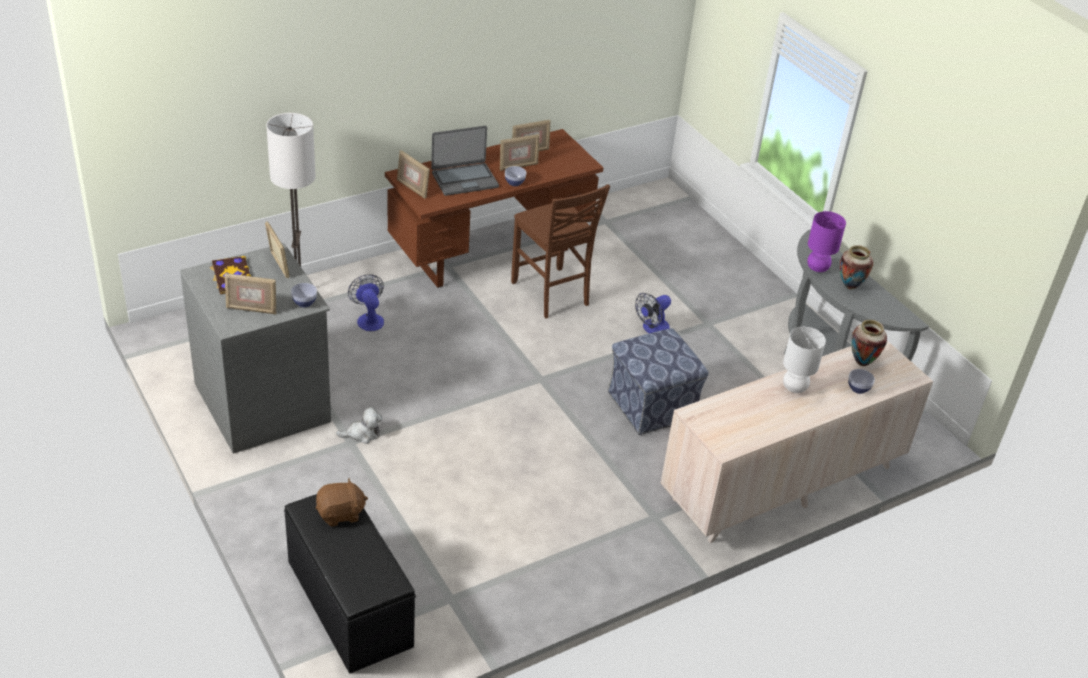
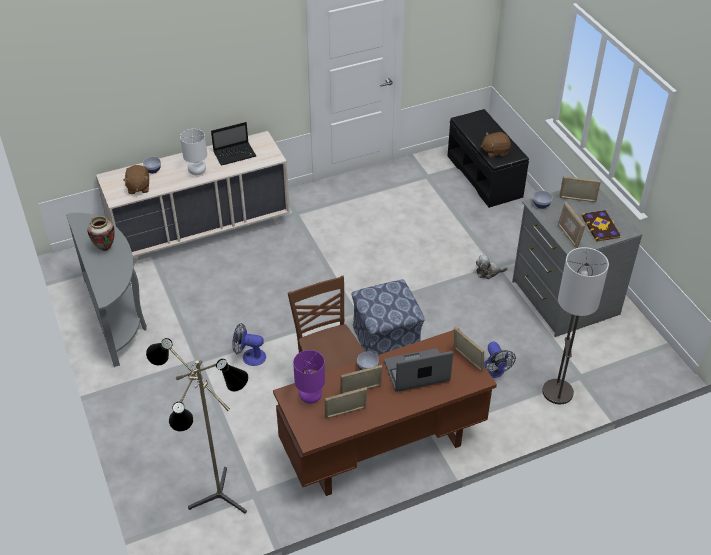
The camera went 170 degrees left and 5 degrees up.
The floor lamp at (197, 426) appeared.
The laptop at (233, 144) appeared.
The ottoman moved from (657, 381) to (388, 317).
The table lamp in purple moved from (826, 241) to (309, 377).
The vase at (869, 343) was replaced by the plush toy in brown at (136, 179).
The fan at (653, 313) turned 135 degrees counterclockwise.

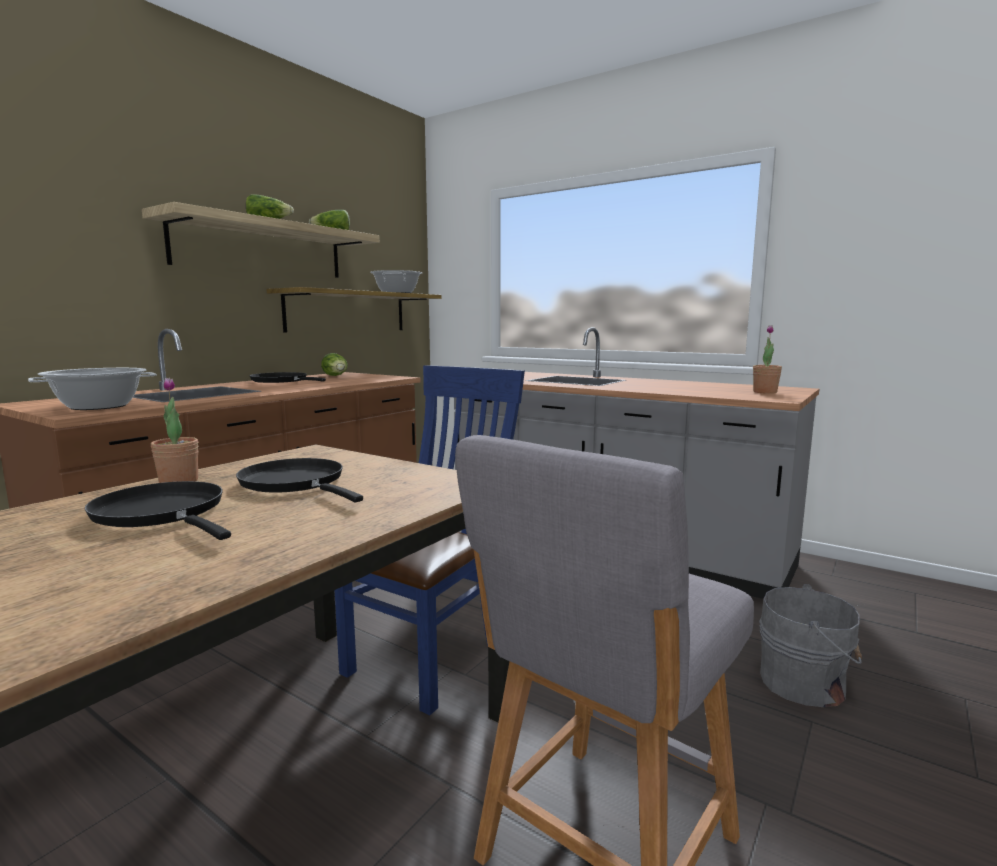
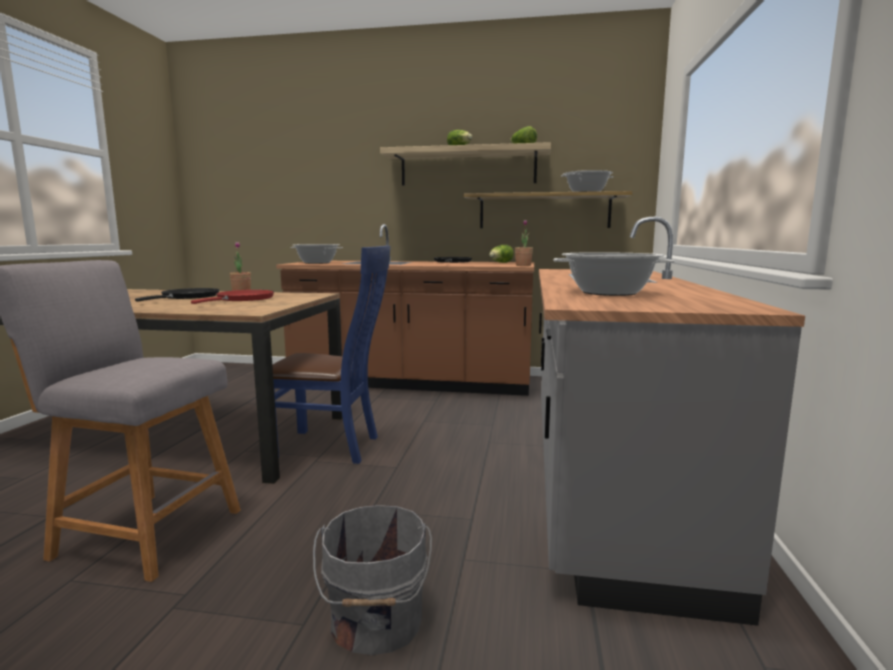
The camera went 65 degrees right and 0 degrees up.
The cooking pot at (614, 274) appeared.
The potted plant moved from (767, 359) to (524, 243).
The frying pan in black at (299, 480) became the frying pan in red at (232, 297).

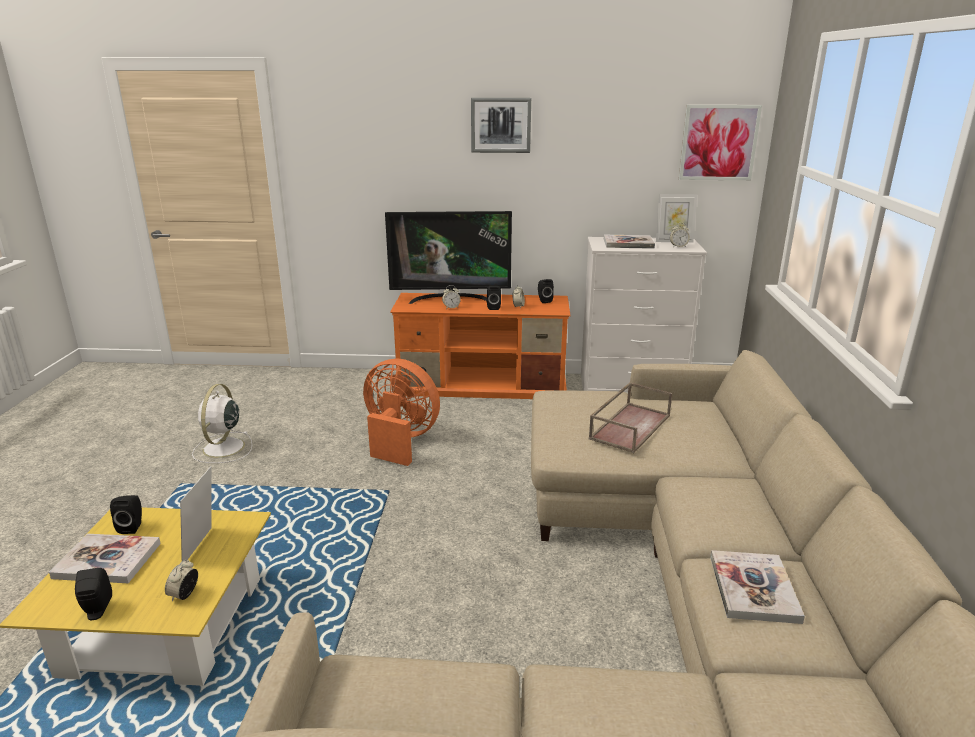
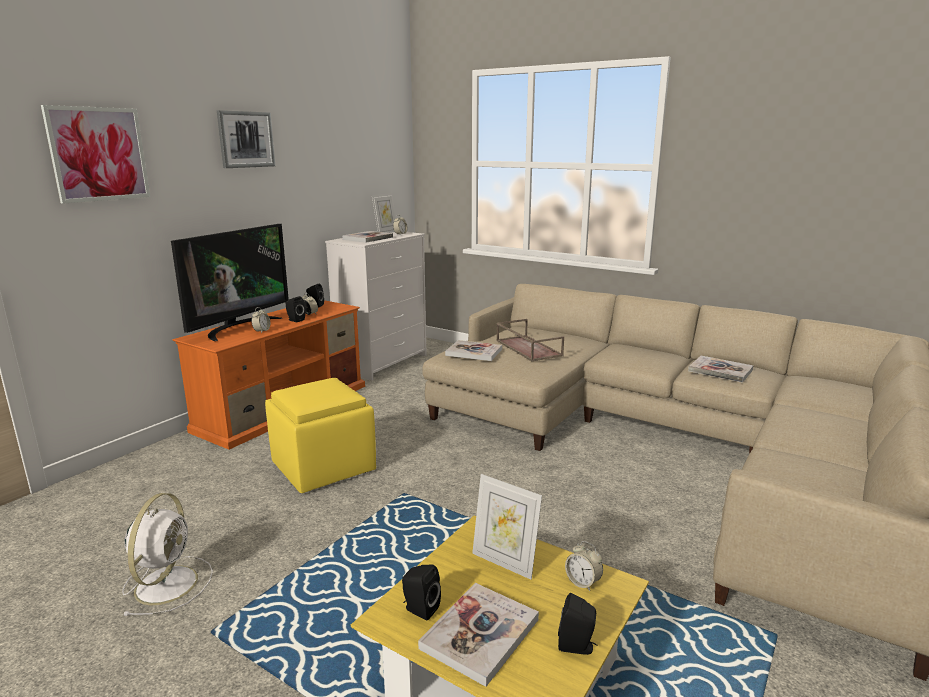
The camera went 60 degrees left and 5 degrees down.
The book at (473, 350) appeared.
The picture moved from (720, 142) to (95, 154).
The fan in orange at (401, 412) was replaced by the ottoman in yellow at (320, 435).
The fan in white at (222, 423) turned 120 degrees counterclockwise.

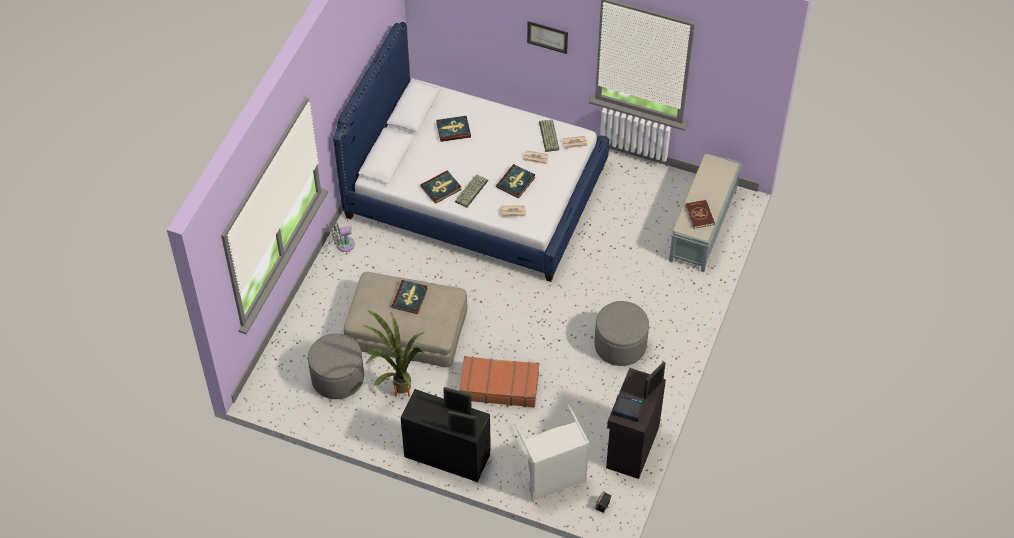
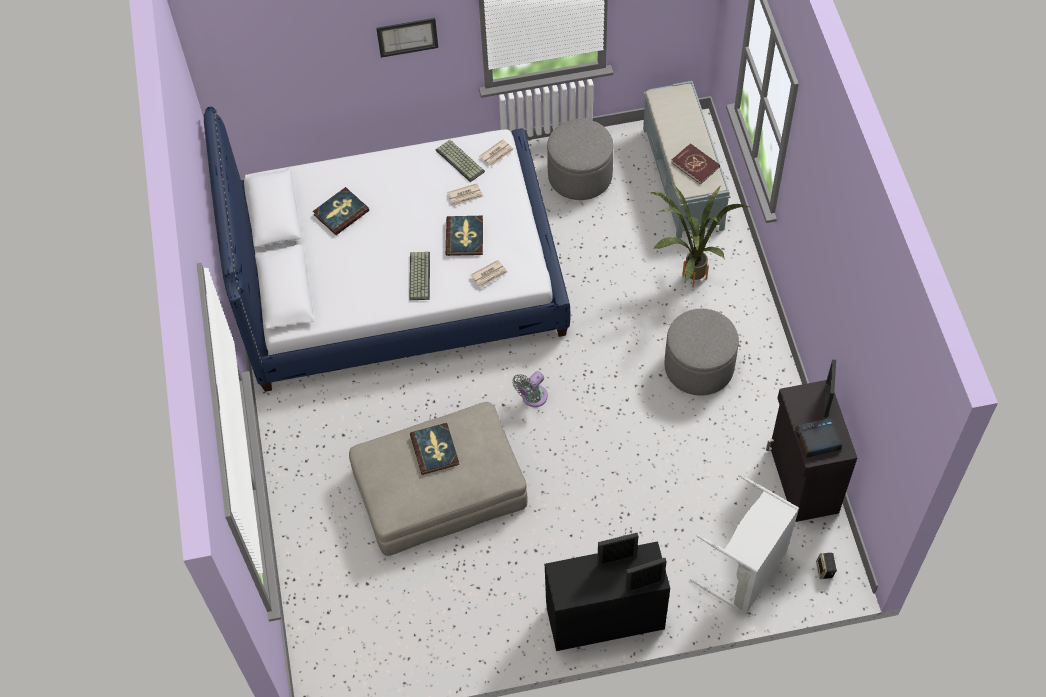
The camera went 30 degrees left and 5 degrees up.
The book at (441, 187) disappeared.
The suitcase in brown at (499, 382) disappeared.
The ottoman in grey moved from (336, 366) to (580, 159).
The fan in grey moved from (343, 236) to (530, 389).
The potted plant moved from (394, 353) to (699, 235).

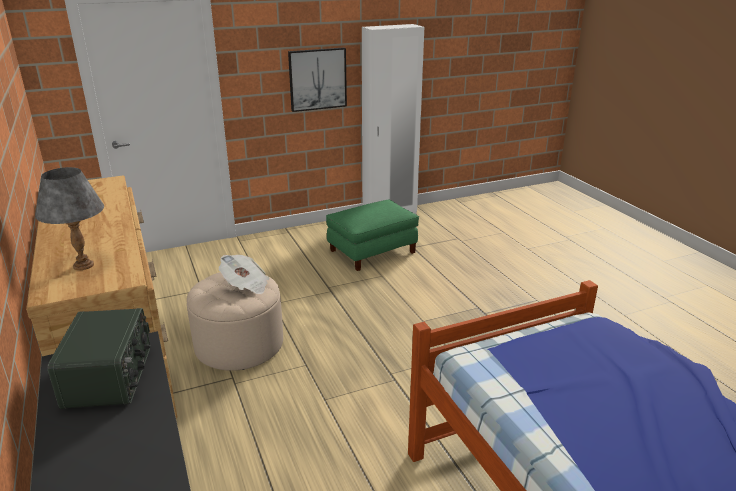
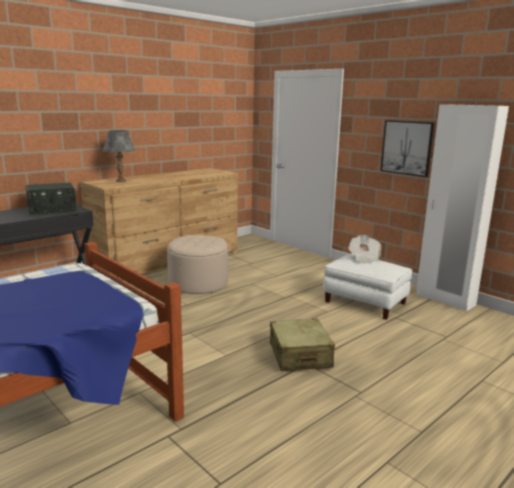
The camera went 70 degrees right and 10 degrees down.
The suitcase in beige at (302, 344) appeared.
The newspaper moved from (244, 274) to (364, 249).
The ottoman in green at (372, 235) became the ottoman in white at (367, 287).

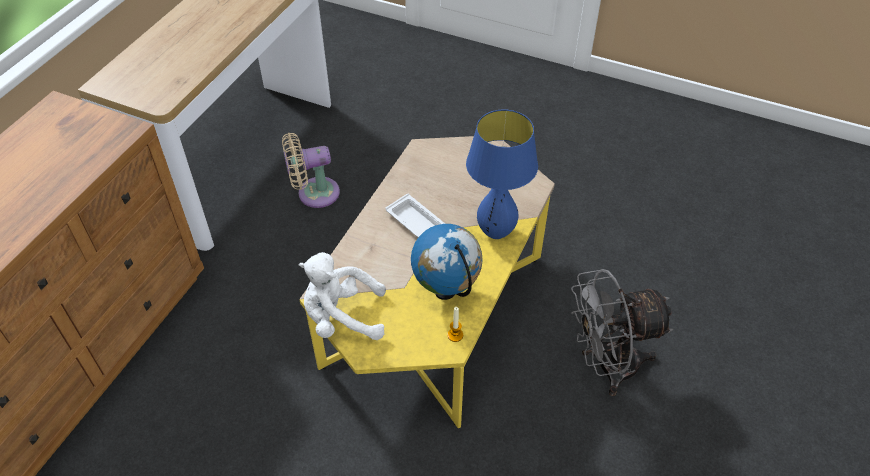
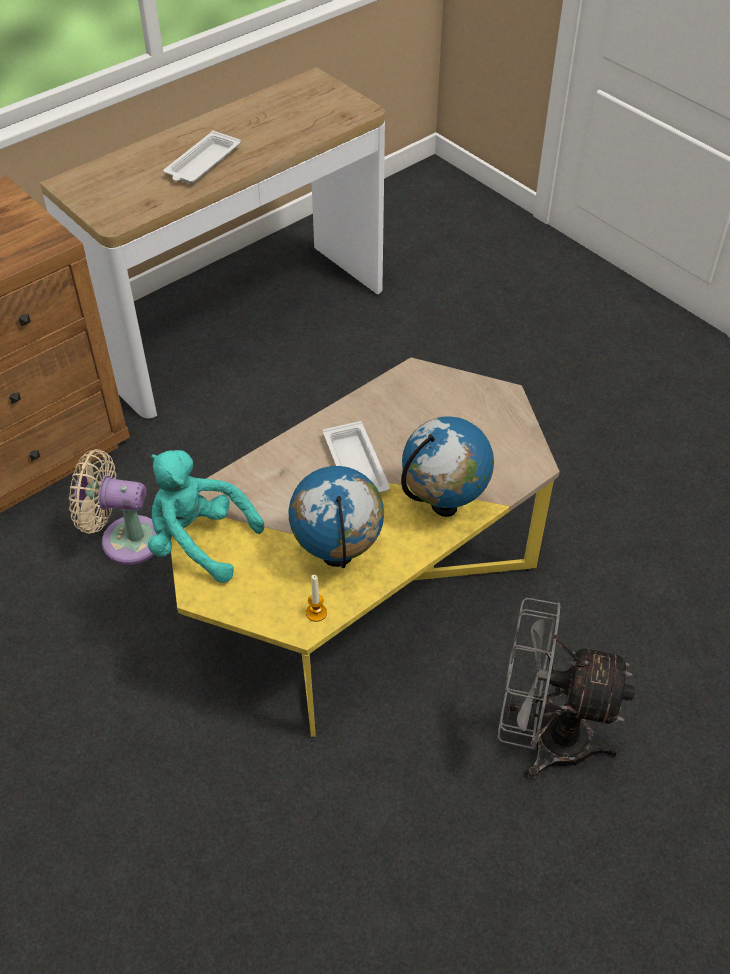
The camera went 25 degrees right and 0 degrees up.
The tray in white at (202, 157) appeared.
The fan in beige moved from (311, 170) to (113, 507).
The table lamp in blue at (502, 174) was replaced by the globe at (447, 466).
The plush toy in white at (342, 296) became the plush toy in turquoise at (206, 516).

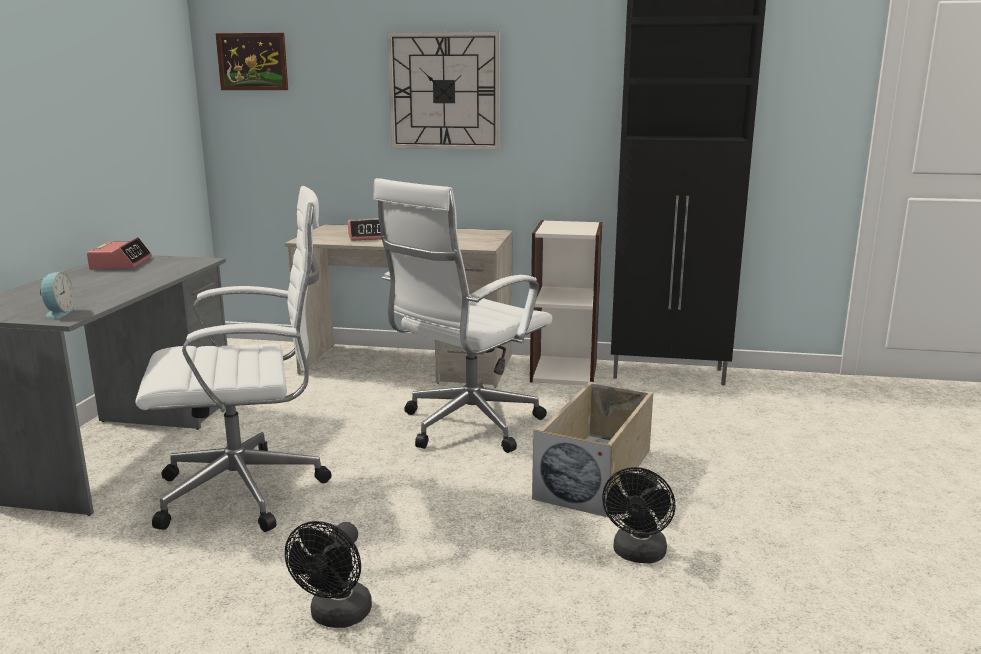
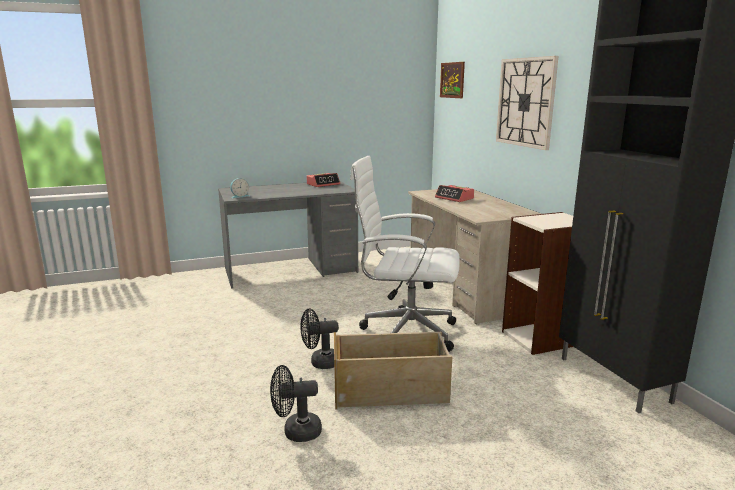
The camera went 60 degrees right and 0 degrees up.
The office chair in white at (233, 359) disappeared.
The fan in black moved from (328, 574) to (319, 338).

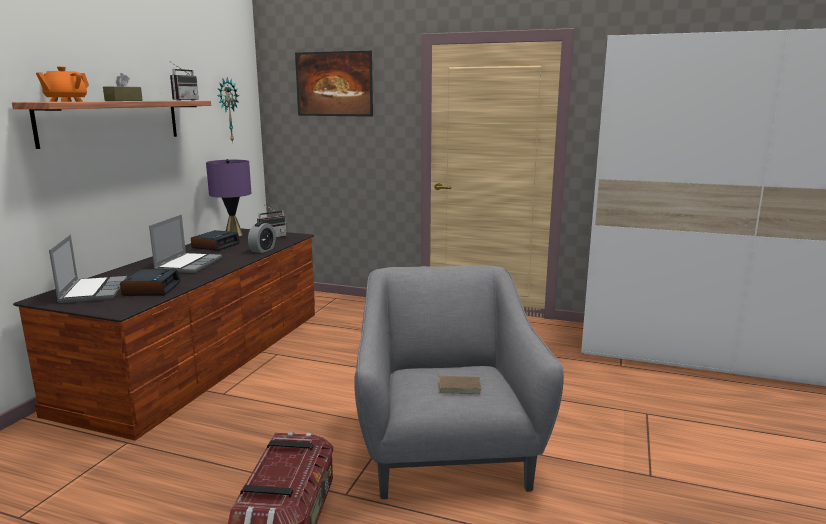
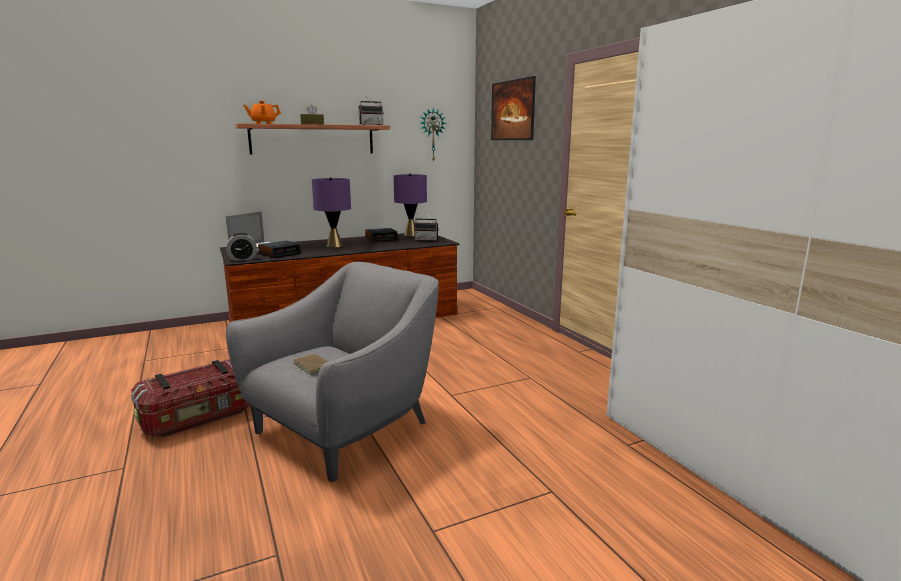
The camera went 45 degrees right and 0 degrees up.
The alarm clock moved from (262, 237) to (241, 247).
The laptop at (185, 243) was replaced by the table lamp in purple at (331, 212).

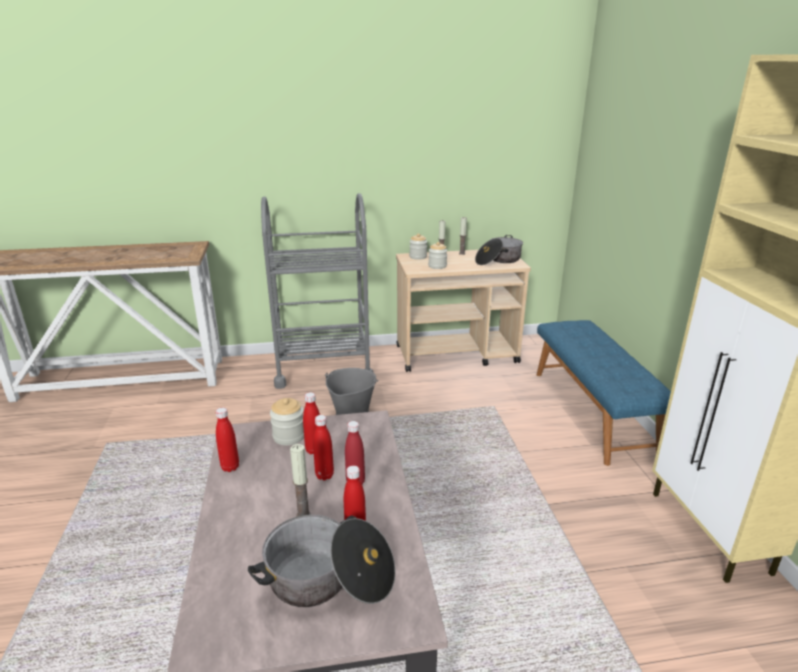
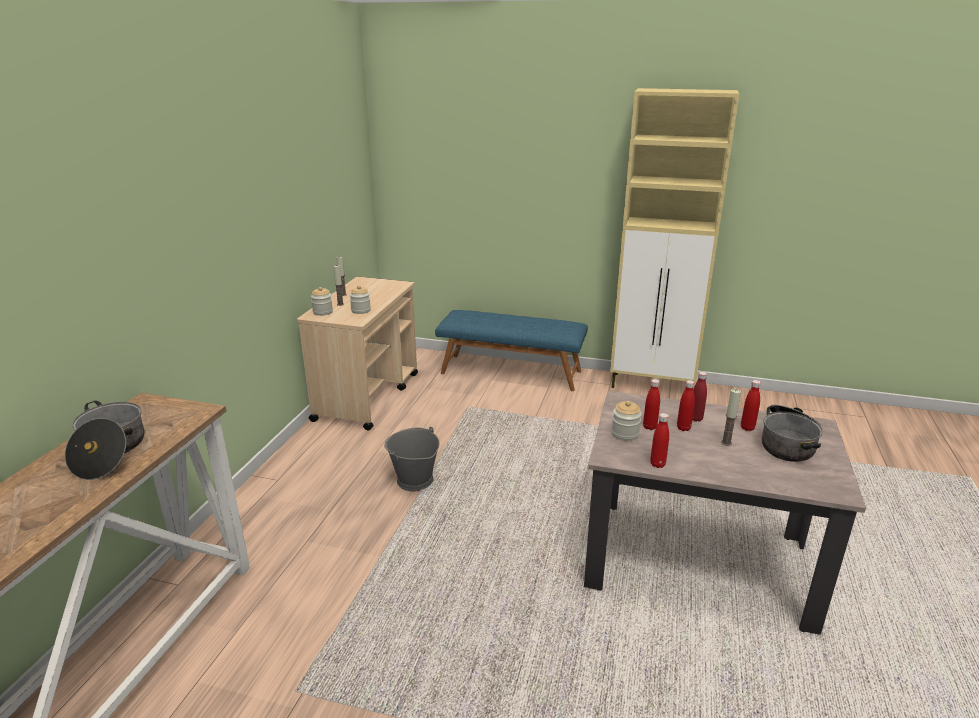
The camera went 65 degrees left and 0 degrees up.
The cart in grey at (317, 291) disappeared.
The cooking pot moved from (499, 250) to (104, 440).

